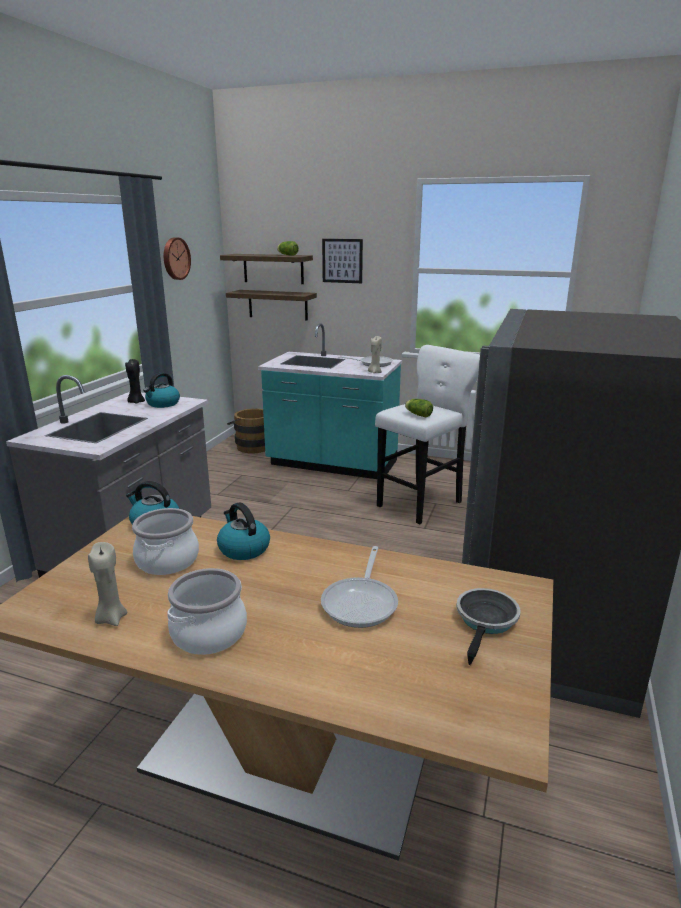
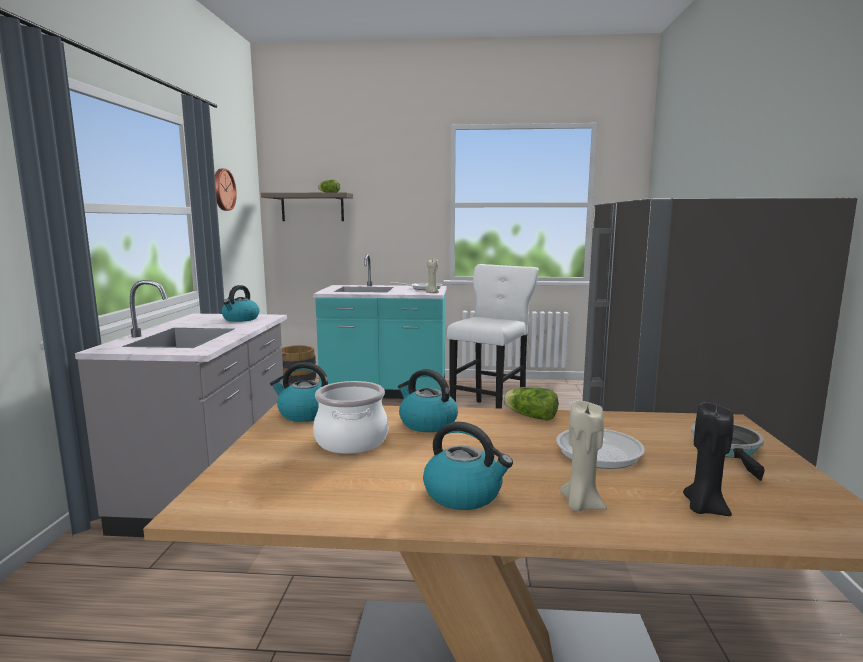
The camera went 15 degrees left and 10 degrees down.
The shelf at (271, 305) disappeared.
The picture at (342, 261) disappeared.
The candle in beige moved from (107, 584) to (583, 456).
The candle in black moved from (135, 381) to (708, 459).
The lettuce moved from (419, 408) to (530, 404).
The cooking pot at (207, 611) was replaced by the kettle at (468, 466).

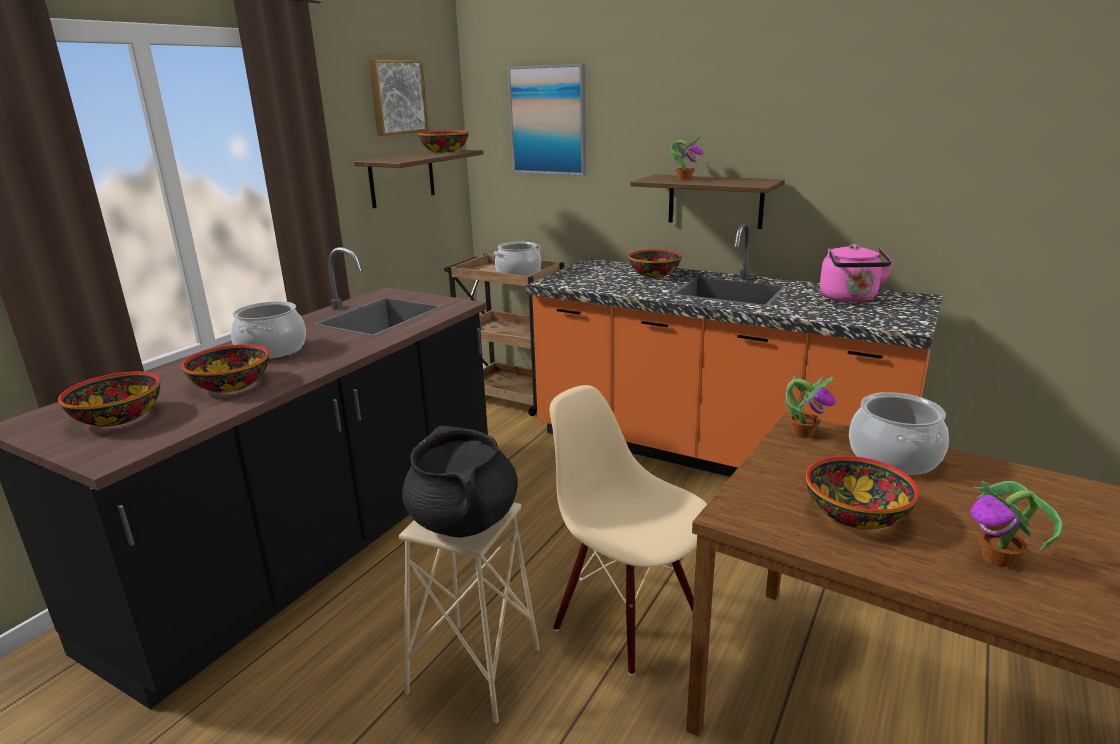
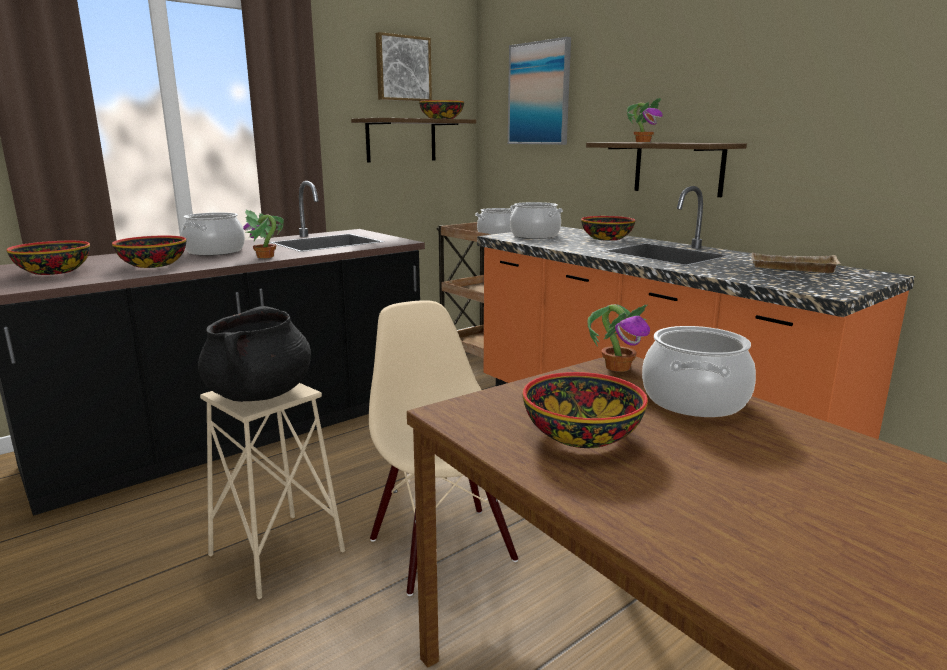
The camera went 20 degrees right and 5 degrees down.
The cooking pot at (536, 220) appeared.
The potted plant moved from (1016, 523) to (263, 234).
The kettle in pink at (856, 273) was replaced by the tray in beige at (795, 263).

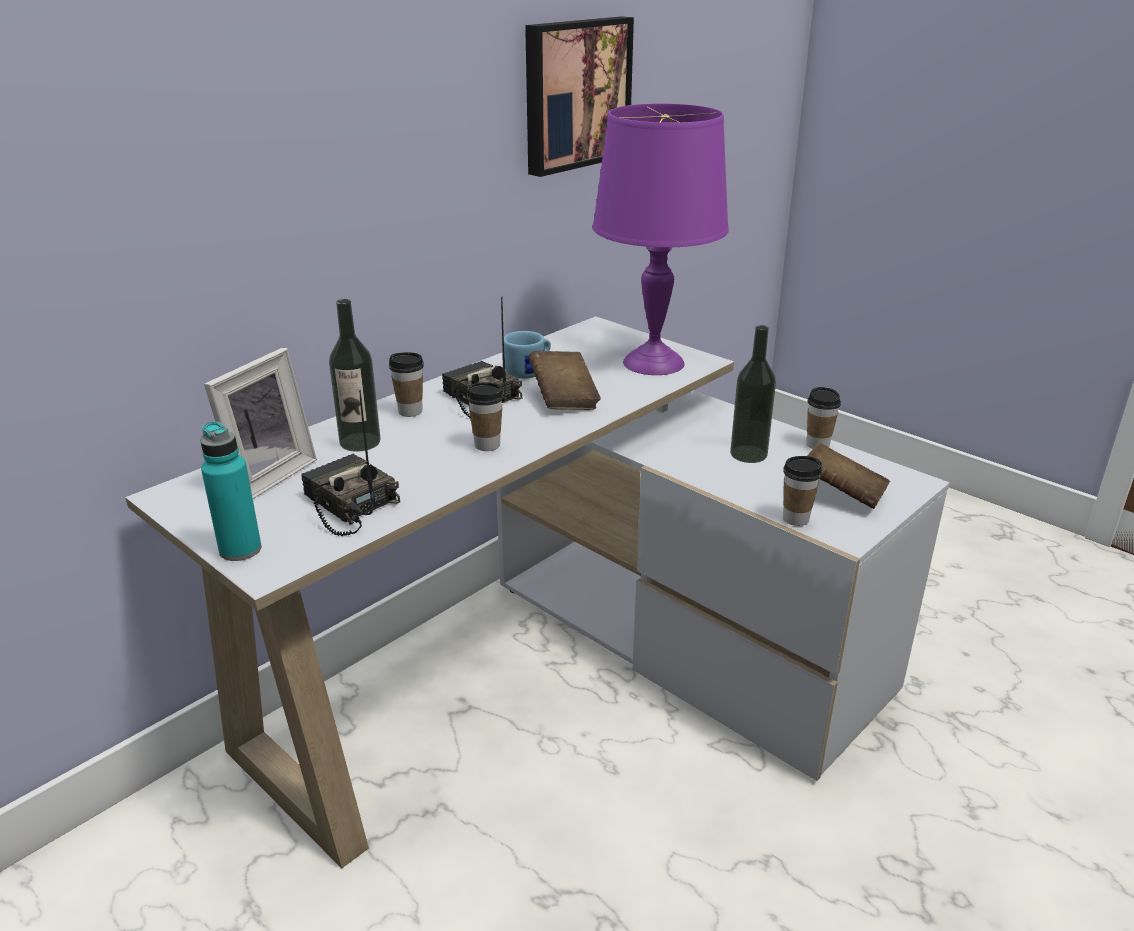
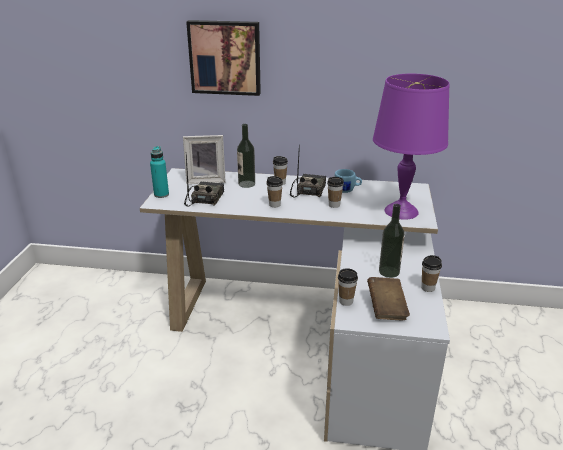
The camera went 55 degrees right and 0 degrees up.
The picture moved from (579, 96) to (223, 58).
The book in brown at (564, 380) was replaced by the cup at (335, 192).

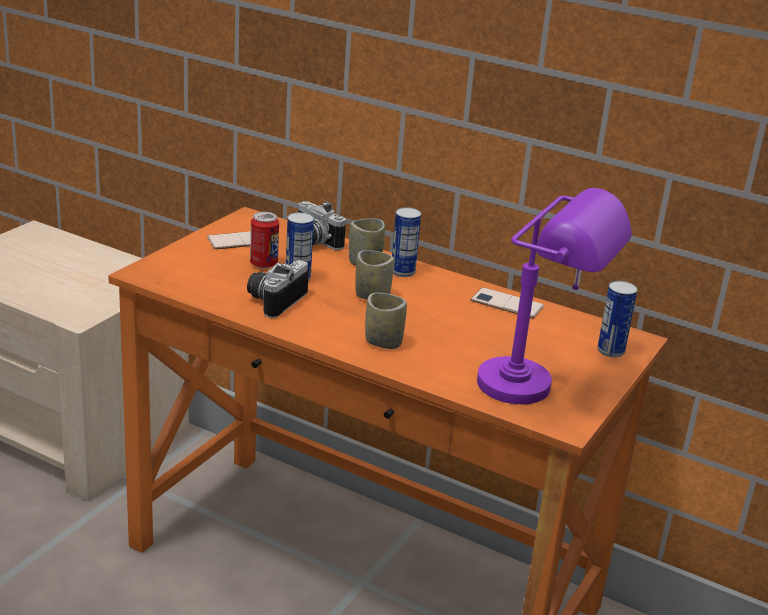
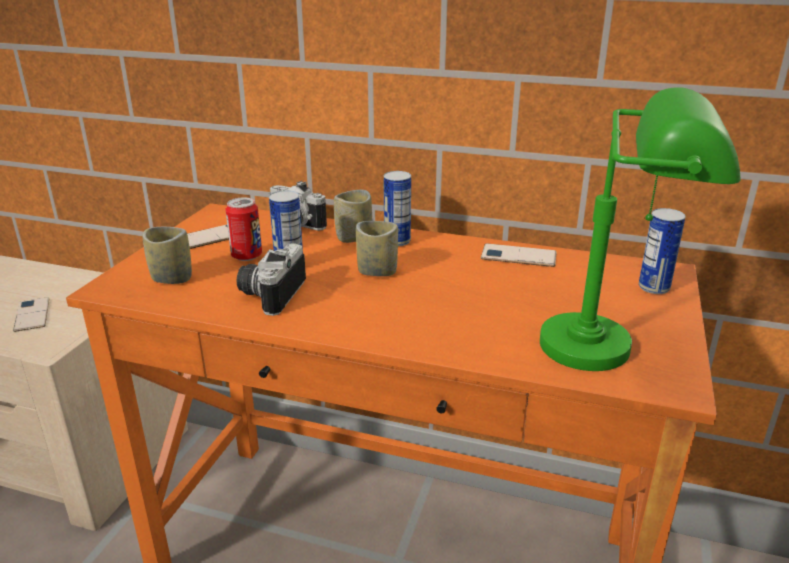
The camera went 10 degrees left and 0 degrees up.
The phone at (31, 314) appeared.
The cup moved from (386, 321) to (167, 255).
The table lamp in purple at (554, 296) became the table lamp in green at (640, 229).

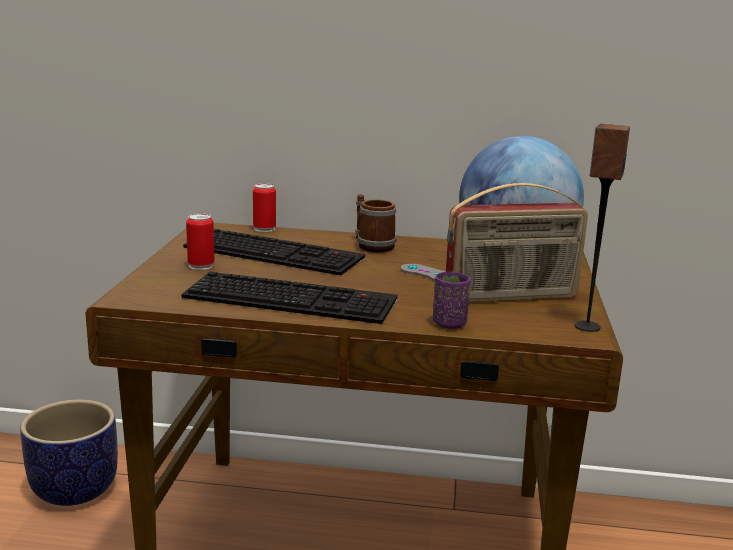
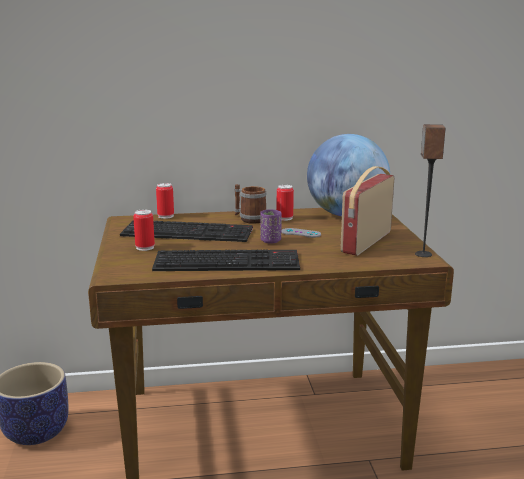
The camera went 15 degrees left and 0 degrees up.
The can at (285, 203) appeared.
The cup in purple moved from (451, 300) to (271, 226).
The radio at (517, 243) turned 150 degrees clockwise.

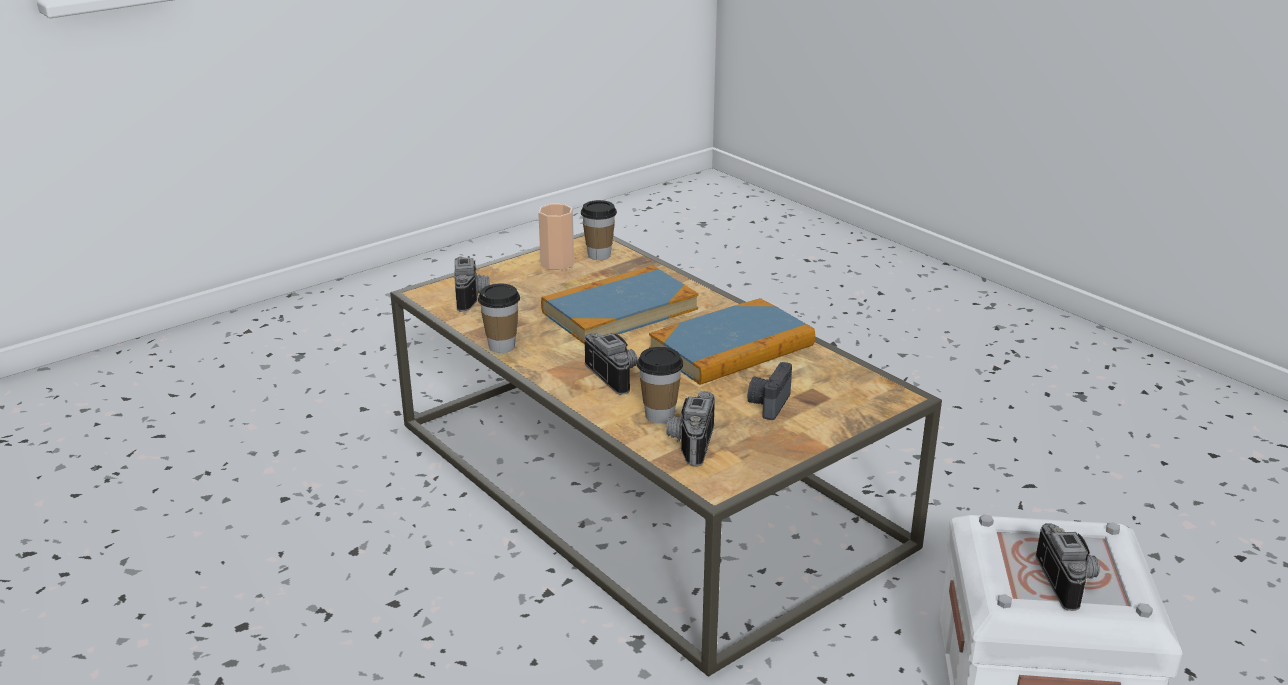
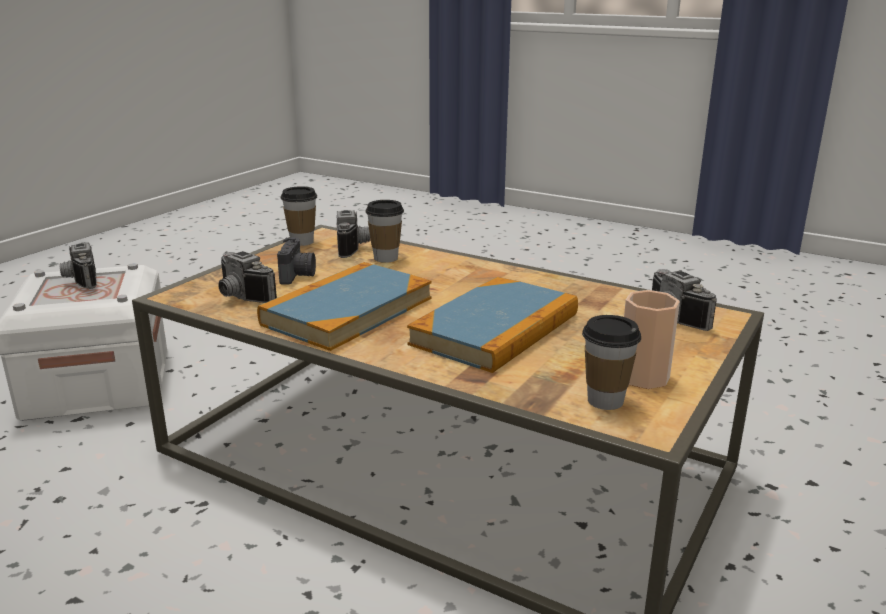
The camera went 160 degrees right and 5 degrees down.
The cup moved from (499, 318) to (299, 216).
The photo camera moved from (611, 364) to (247, 277).

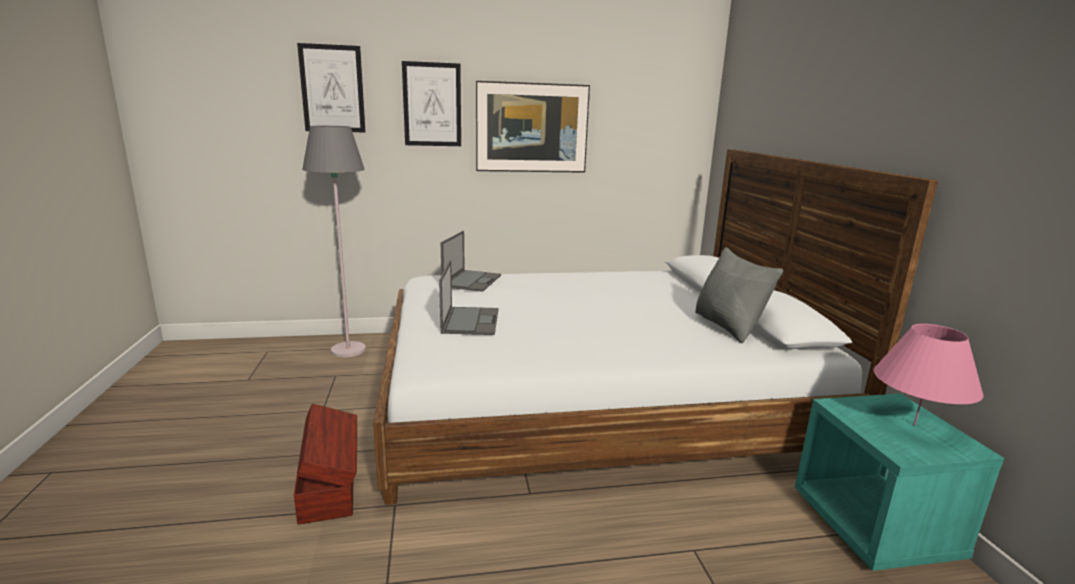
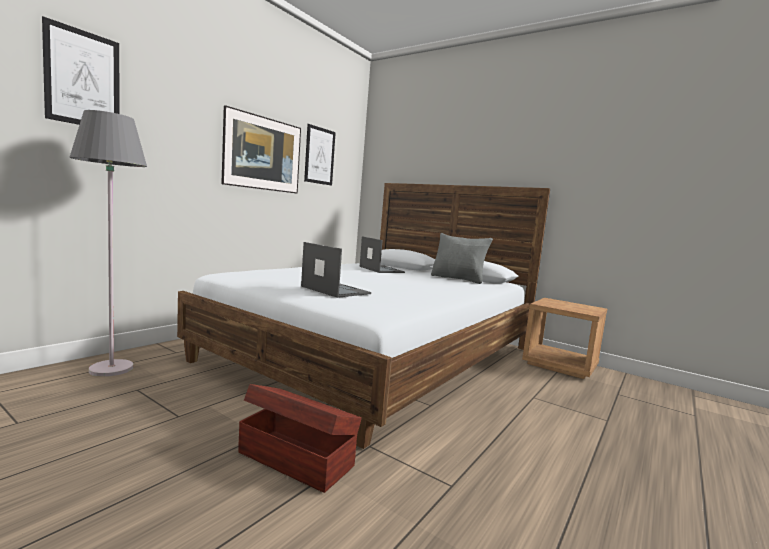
The camera went 45 degrees left and 10 degrees down.
The table lamp in pink at (928, 375) disappeared.
The picture moved from (431, 103) to (320, 155).
The laptop moved from (471, 261) to (382, 254).
The nightstand in turquoise at (899, 482) became the nightstand in brown at (564, 338).

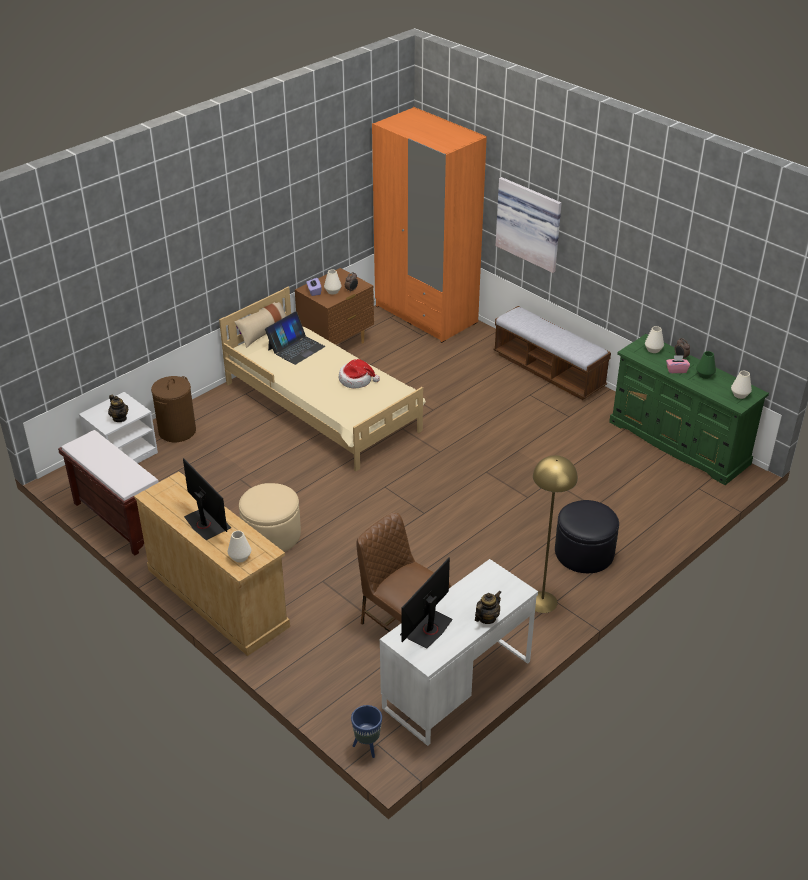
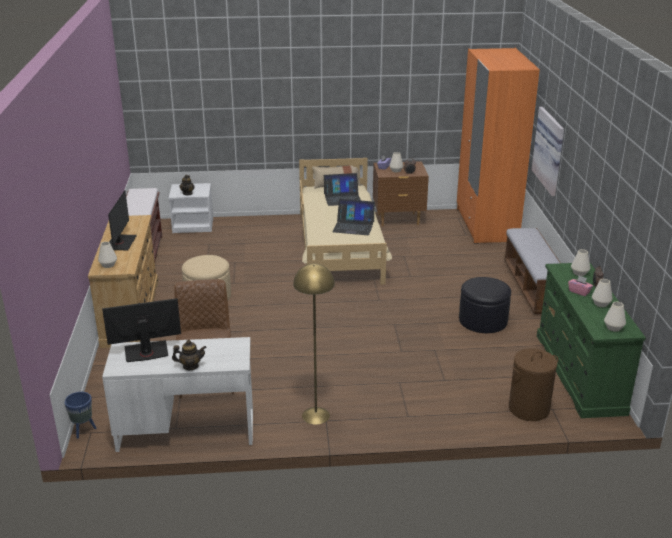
The camera went 40 degrees right and 10 degrees down.
The laundry basket in brown moved from (173, 409) to (533, 384).
The ottoman in black moved from (587, 536) to (485, 305).
The hat at (359, 374) was replaced by the laptop at (354, 217).
The vase in green at (706, 365) became the vase in white at (602, 293).

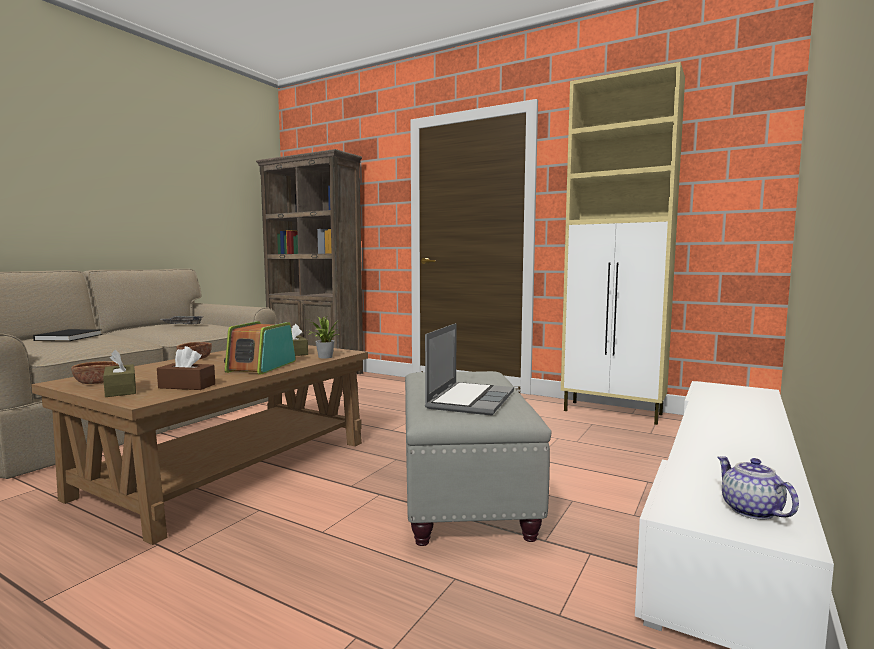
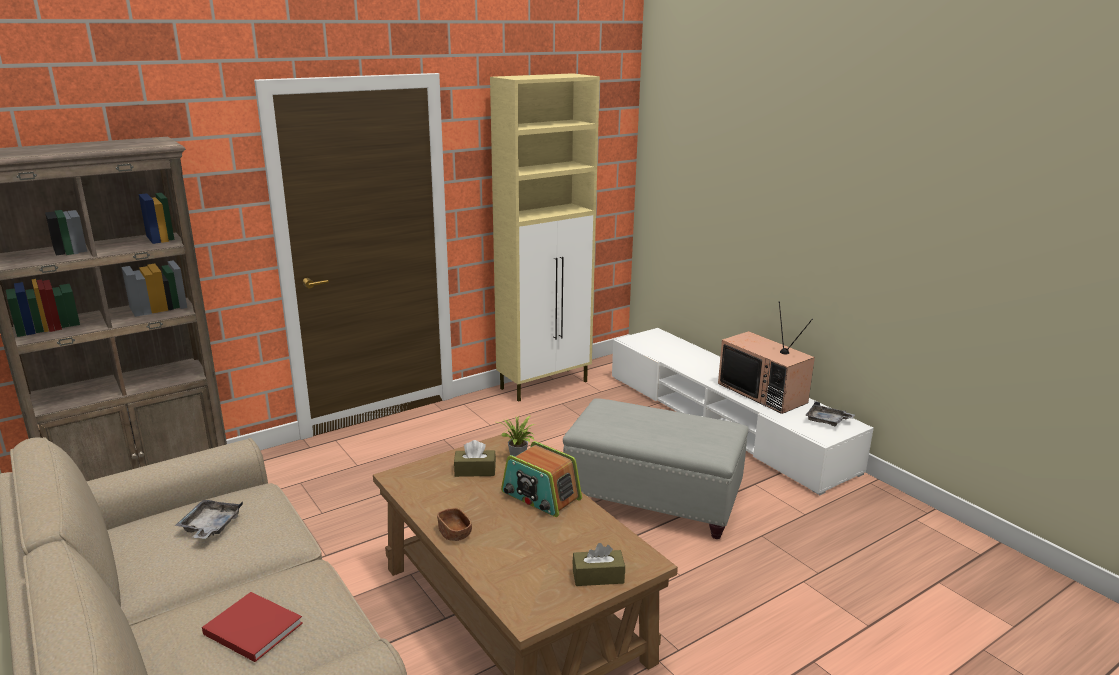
The camera went 65 degrees left and 15 degrees up.
The bowl in brown at (95, 372) disappeared.
The tissue box in brown at (186, 368) disappeared.
The laptop at (469, 369) disappeared.
The television at (766, 357) appeared.
The teapot at (758, 488) was replaced by the tray in grey at (830, 414).
The book in black at (67, 335) became the book in red at (252, 627).

